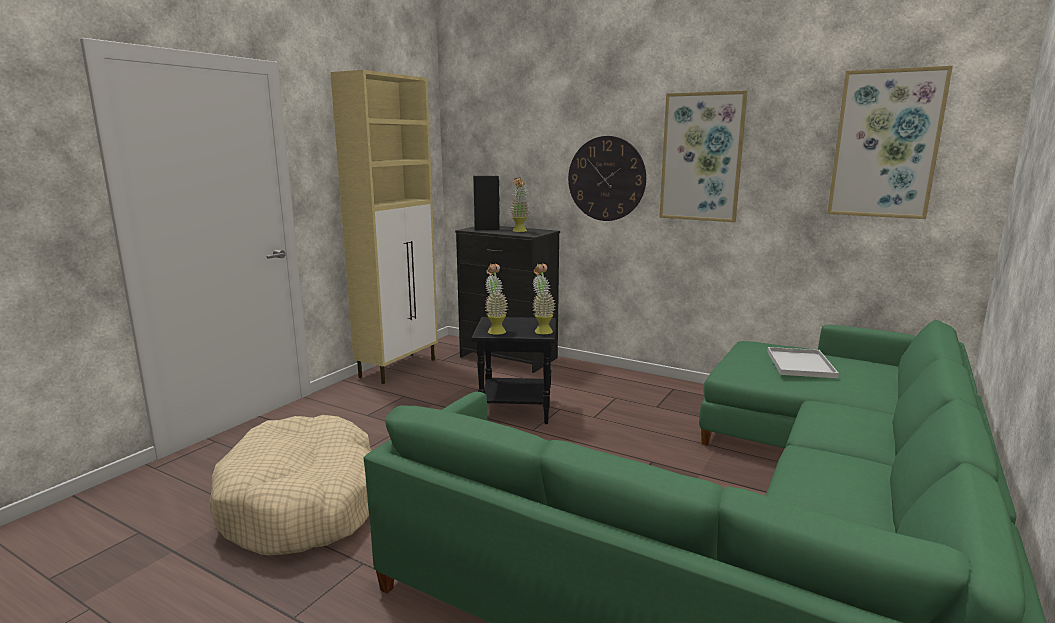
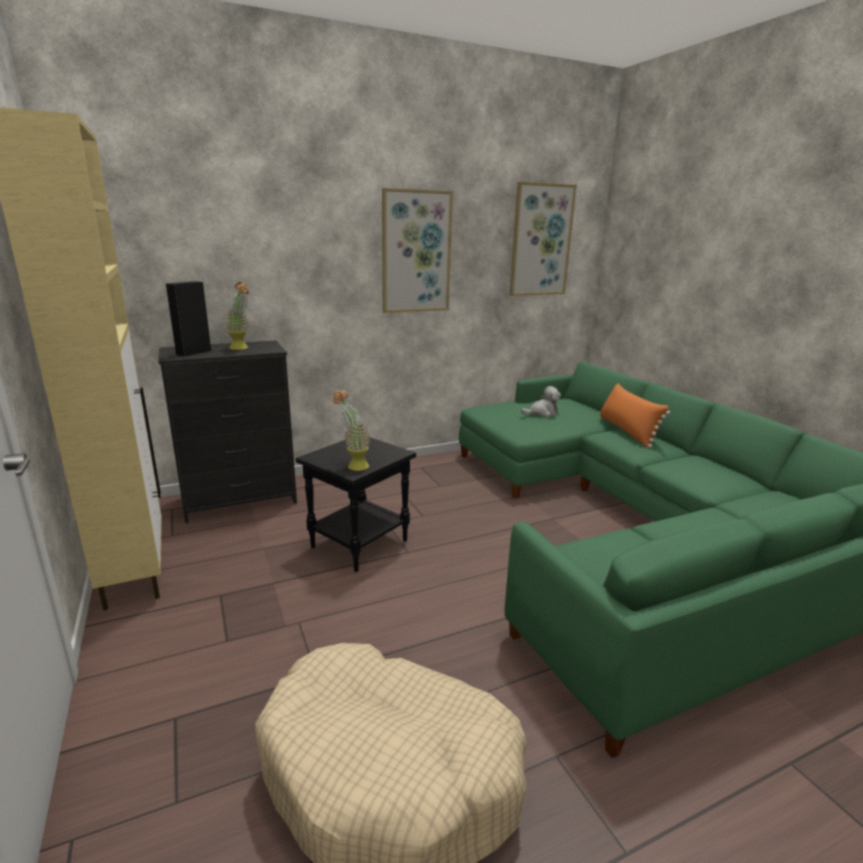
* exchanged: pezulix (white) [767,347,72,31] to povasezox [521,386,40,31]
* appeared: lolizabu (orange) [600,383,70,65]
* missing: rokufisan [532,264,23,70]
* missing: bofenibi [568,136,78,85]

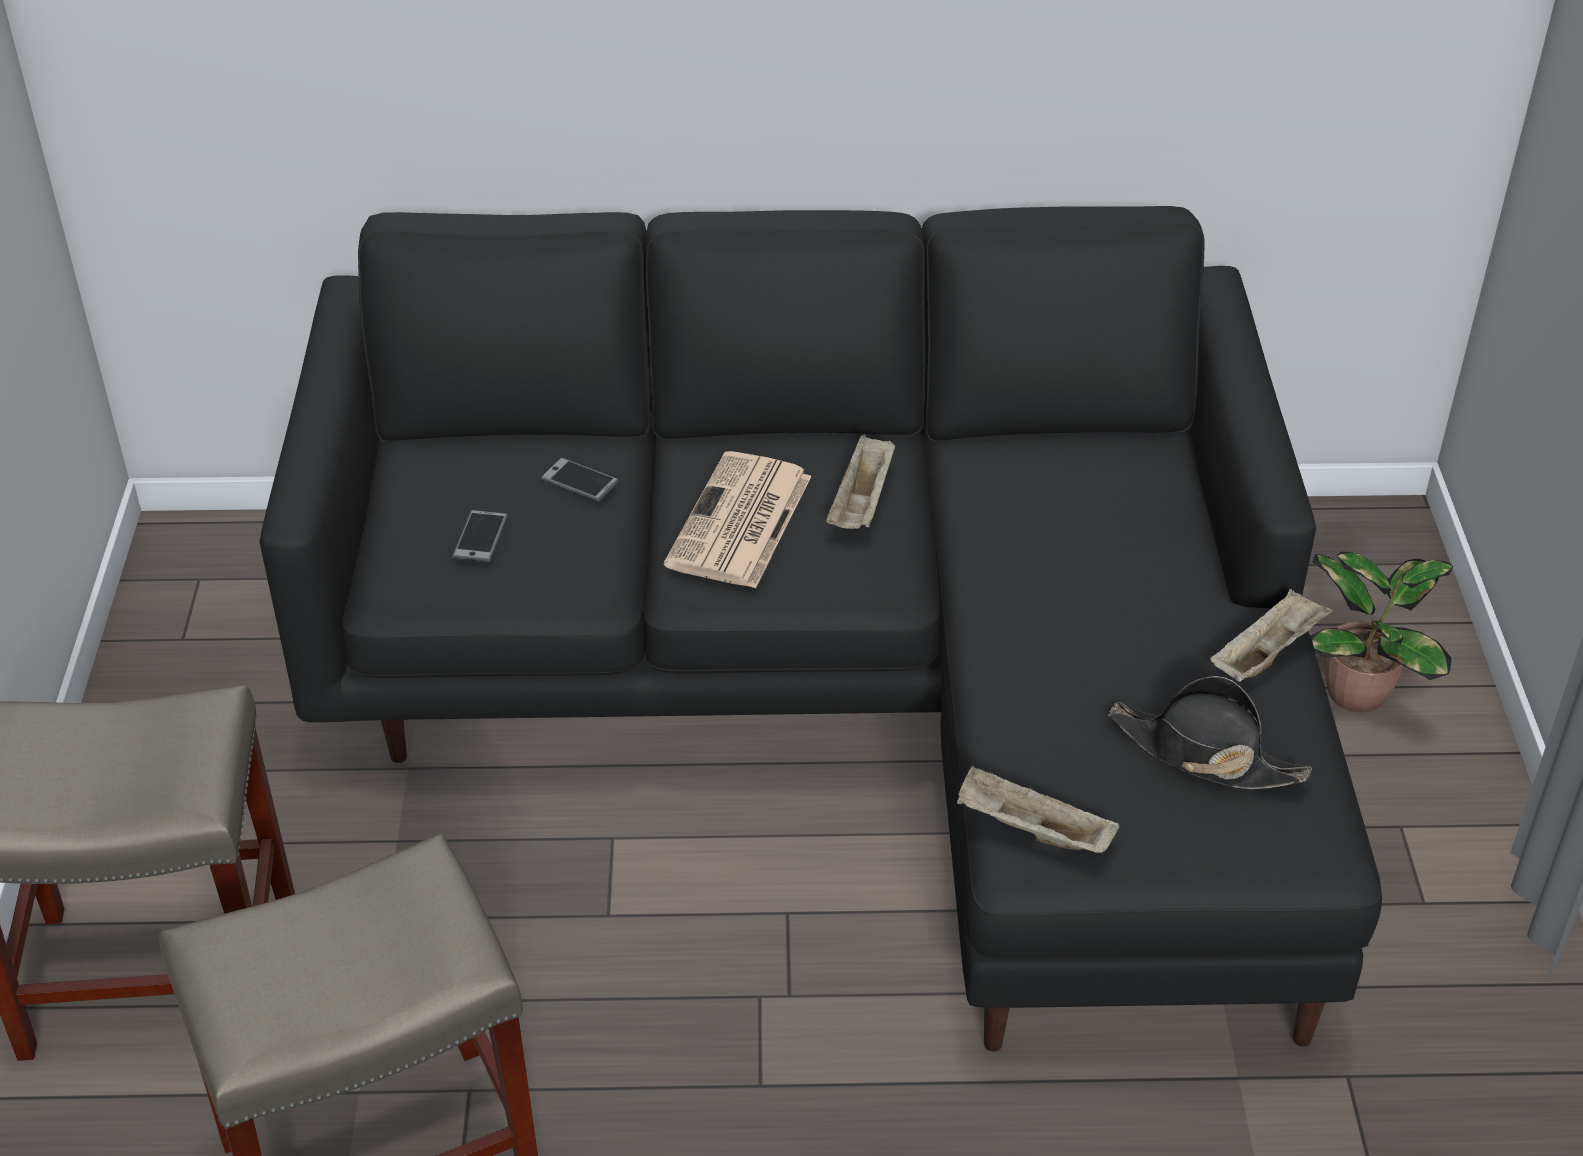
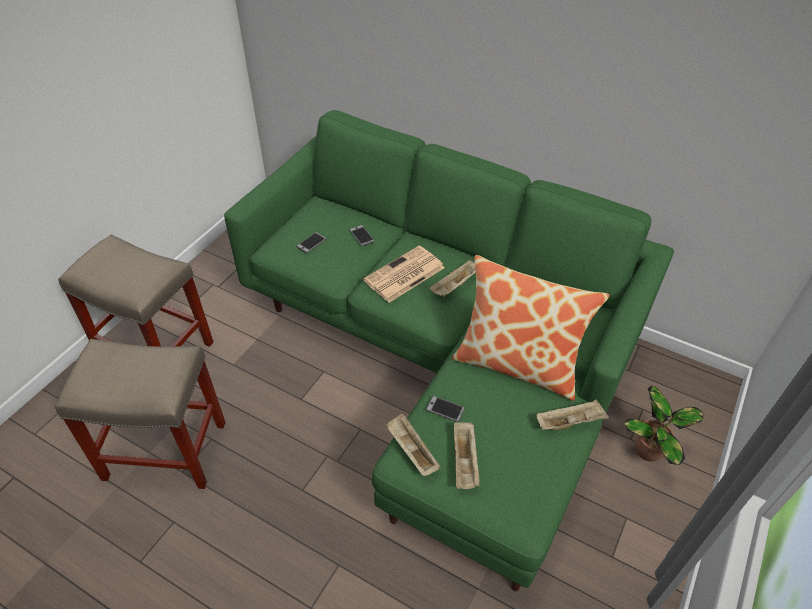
* colour: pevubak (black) [259,206,1123,845] to pevubak (green) [224,110,450,481]
* appeared: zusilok [426,396,39,26]
* appeared: lolizabu [452,255,158,146]
* appeared: pezulix (beige) [454,421,26,68]
* missing: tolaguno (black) [1108,676,204,113]

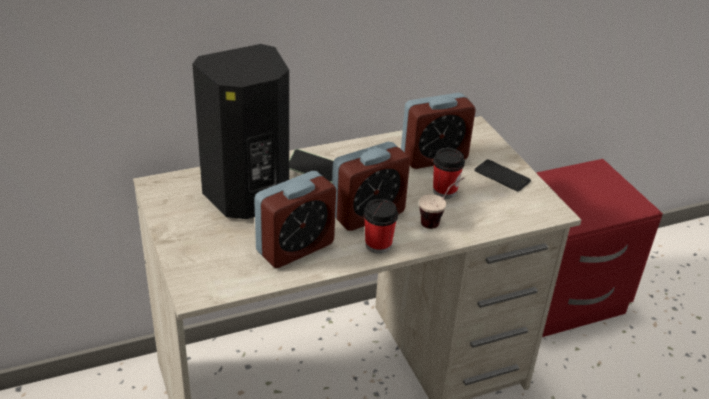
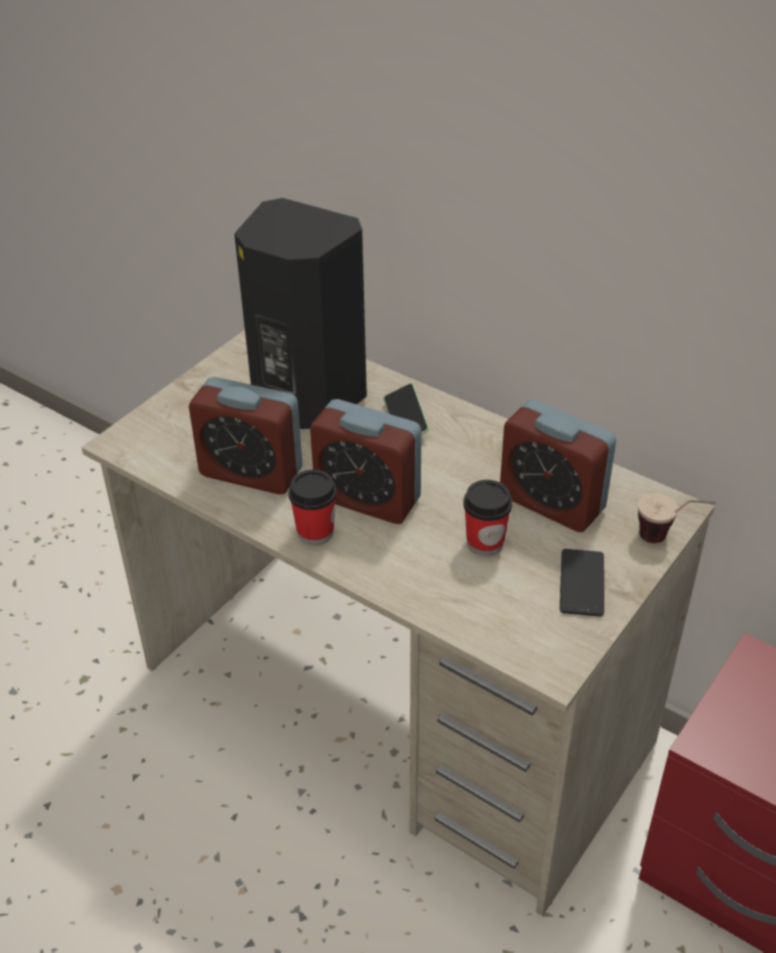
* relocated: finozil [419,177,45,52] to [638,493,78,50]

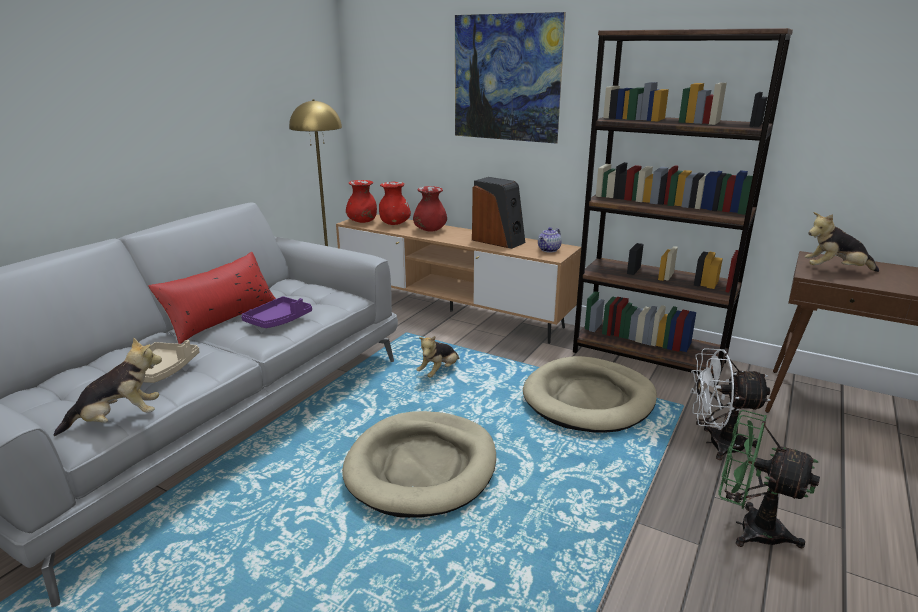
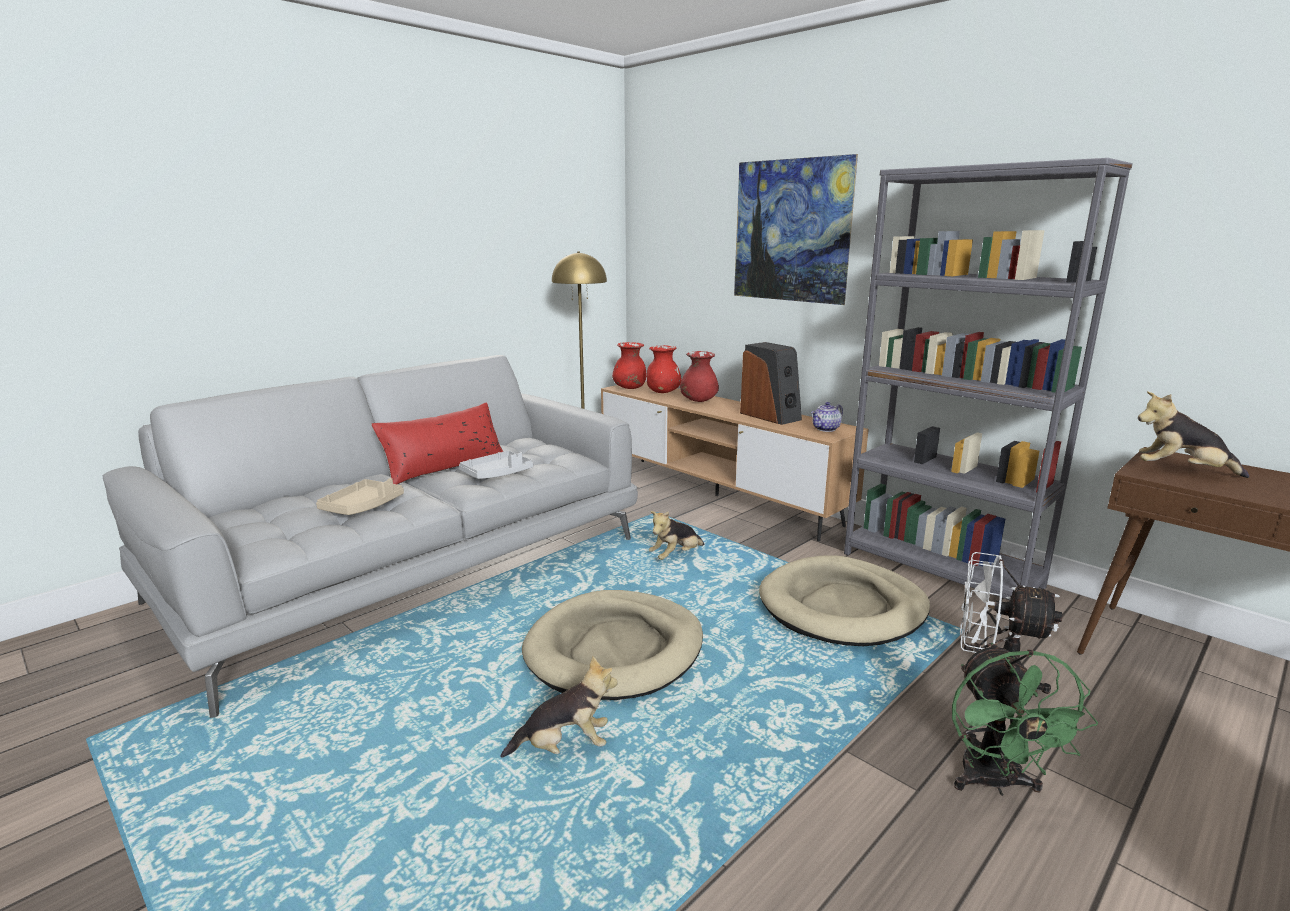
* colour: pezulix (purple) [241,296,71,32] to pezulix (grey) [459,451,74,28]
* relocated: povasezox [53,337,109,99] to [501,655,117,103]
* colour: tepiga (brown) [573,28,220,357] to tepiga (grey) [844,158,289,442]
* spun: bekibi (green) [718,410,102,139] = [952,643,146,153] 135 degrees counterclockwise

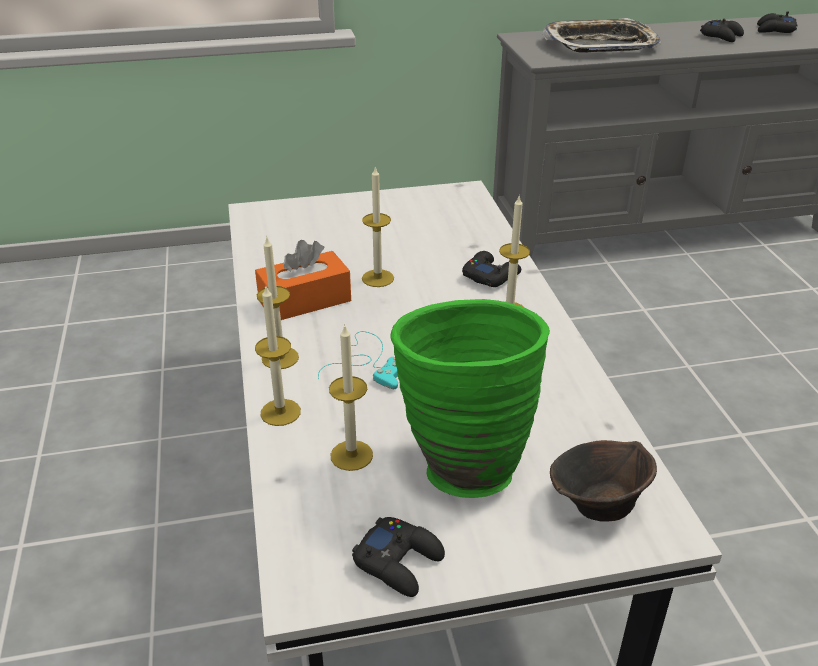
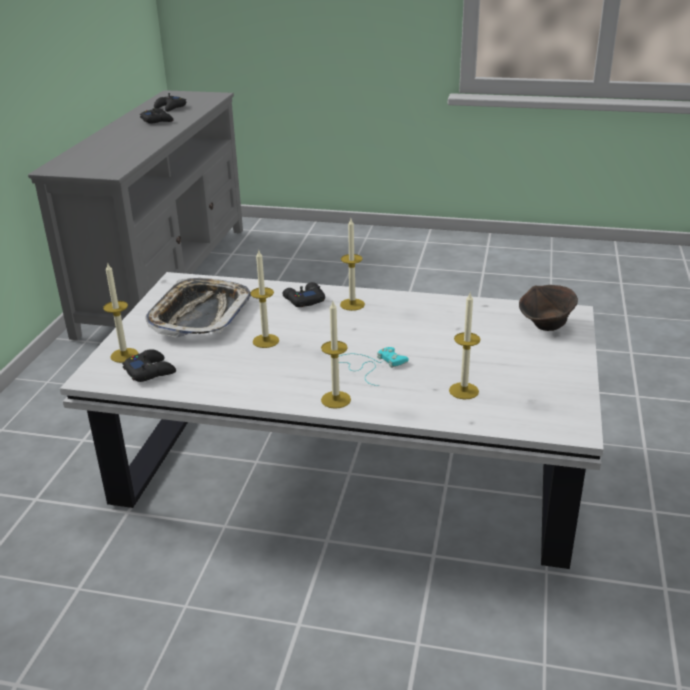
* relocated: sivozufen [255,286,46,140] to [103,263,35,100]
* relocated: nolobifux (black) [352,517,93,80] to [122,349,54,33]
* relocated: pezulix [542,18,120,35] to [145,278,106,60]
* missing: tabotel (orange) [255,240,96,80]
* missing: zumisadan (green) [390,299,160,199]

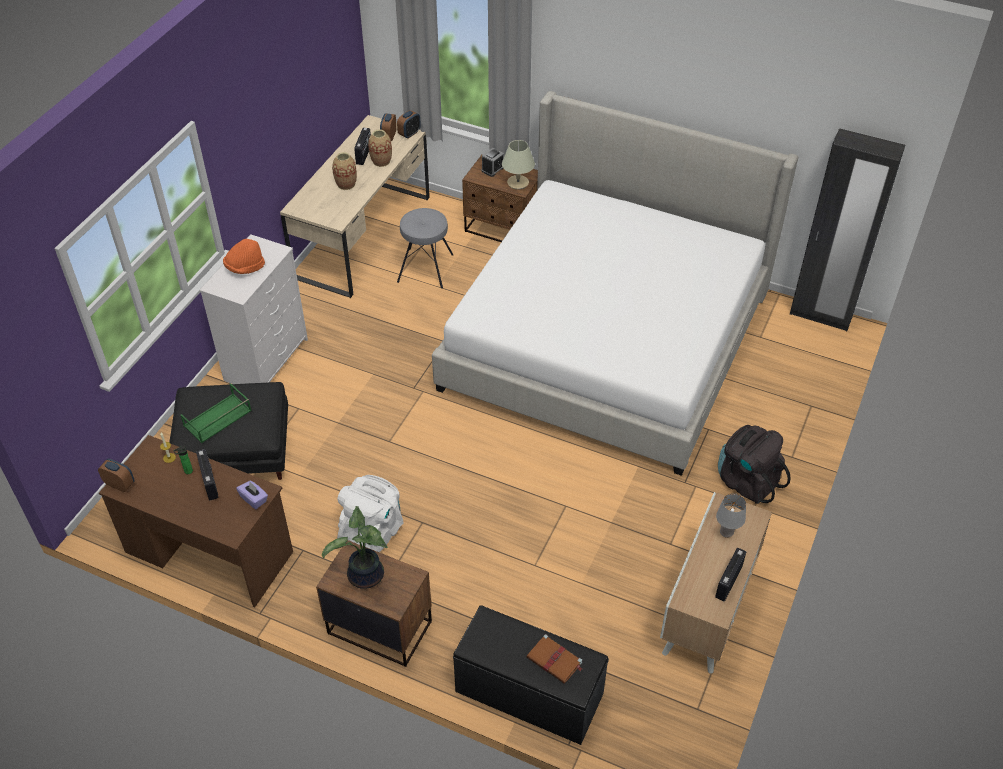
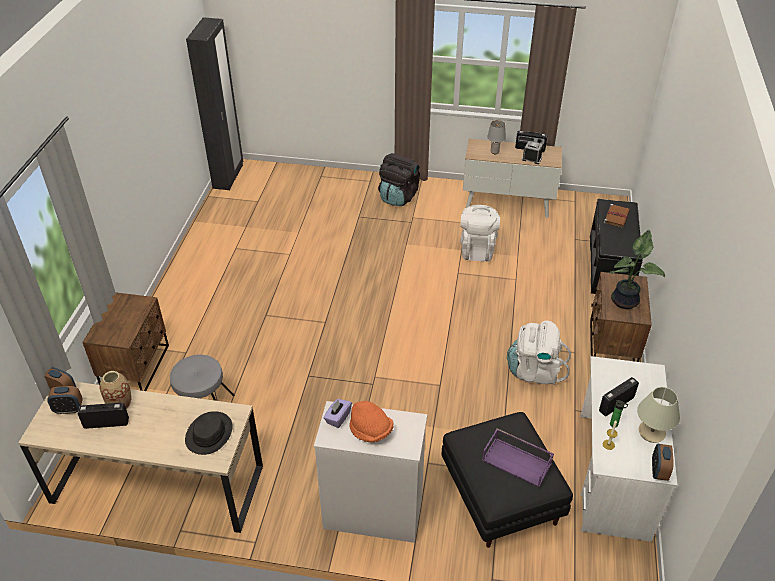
* appeared: tolaguno (black) [185,411,48,44]
* relocated: tabotel (purple) [236,481,32,28] to [323,399,29,29]
* appeared: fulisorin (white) [460,205,40,57]
* colour: pezulix (green) [181,383,71,60] to pezulix (purple) [482,428,72,59]
* relocated: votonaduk [481,148,23,29] to [522,141,21,23]
* colour: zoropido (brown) [99,435,194,172] to zoropido (white) [580,356,98,186]
* relocated: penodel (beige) [502,140,33,50] to [637,387,43,56]
* missing: zumisadan [332,152,25,38]
* missing: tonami [432,91,366,385]

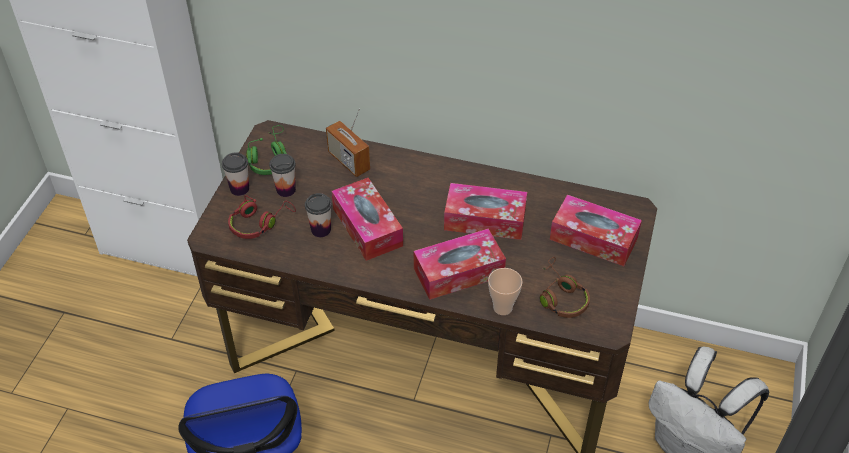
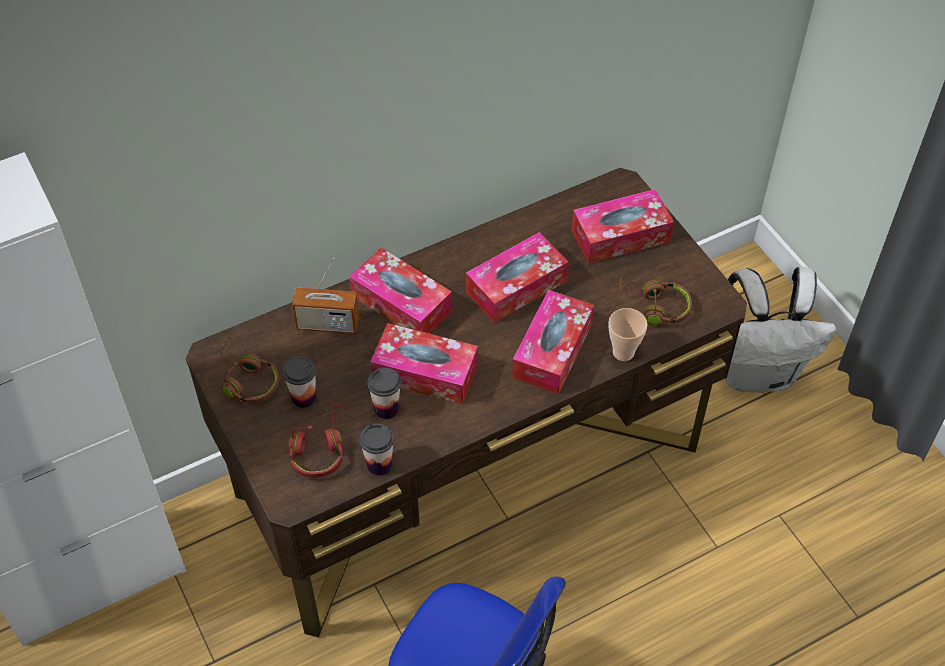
* colour: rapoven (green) [246,125,41,50] to rapoven (brown) [218,337,61,67]
* appeared: tabotel [349,248,103,86]
* relocated: finozil [222,152,27,44] to [359,424,35,51]

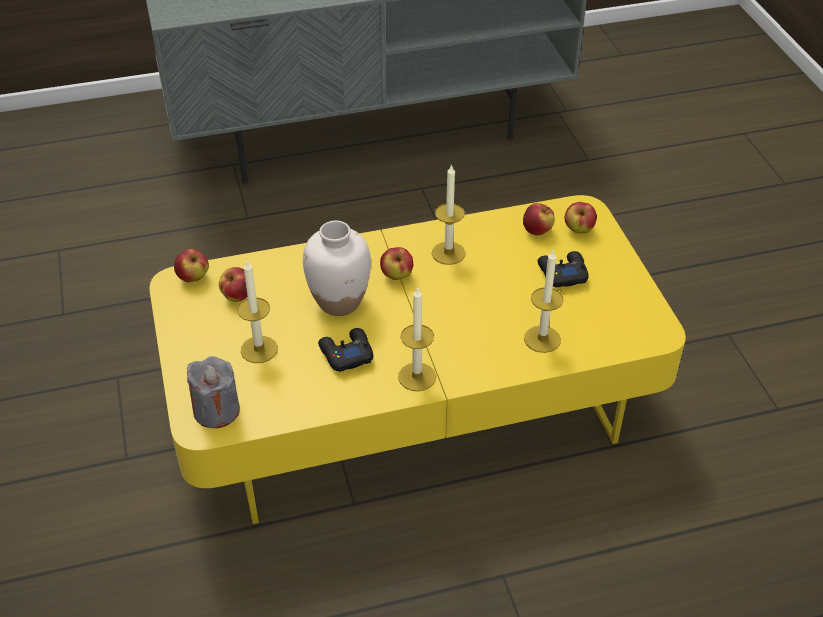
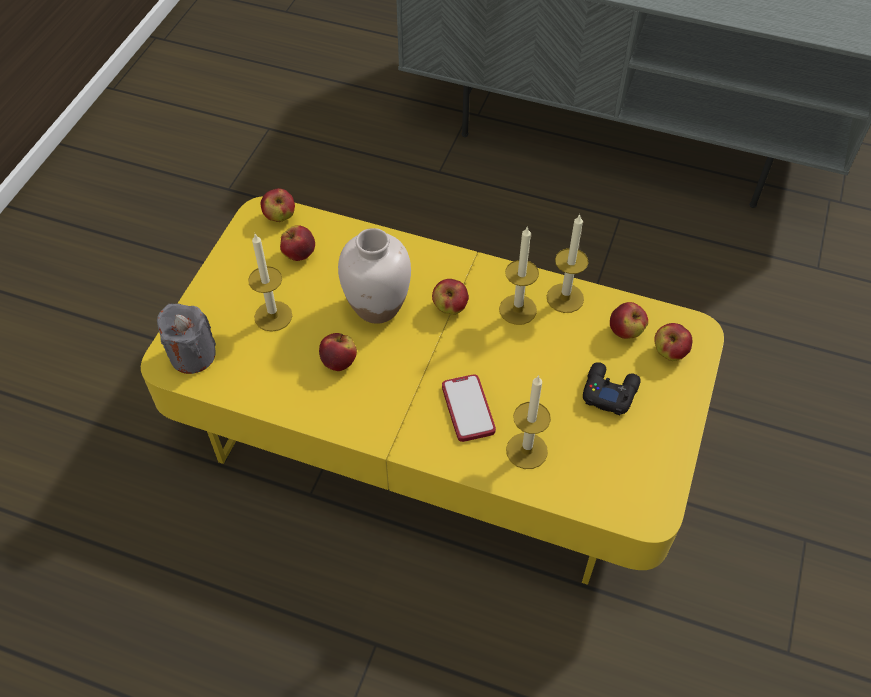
* exchanged: nolobifux (black) [318,328,55,44] to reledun [319,333,38,38]
* appeared: zusilok [442,374,54,68]
* relocated: sivozufen [398,287,38,104] to [547,214,42,99]

